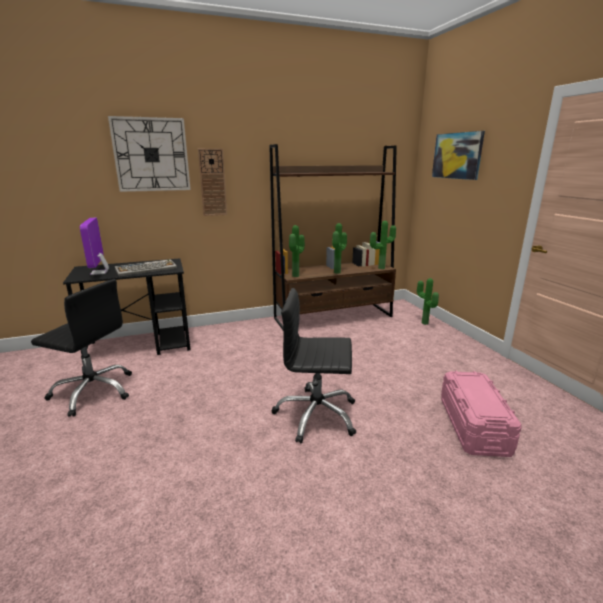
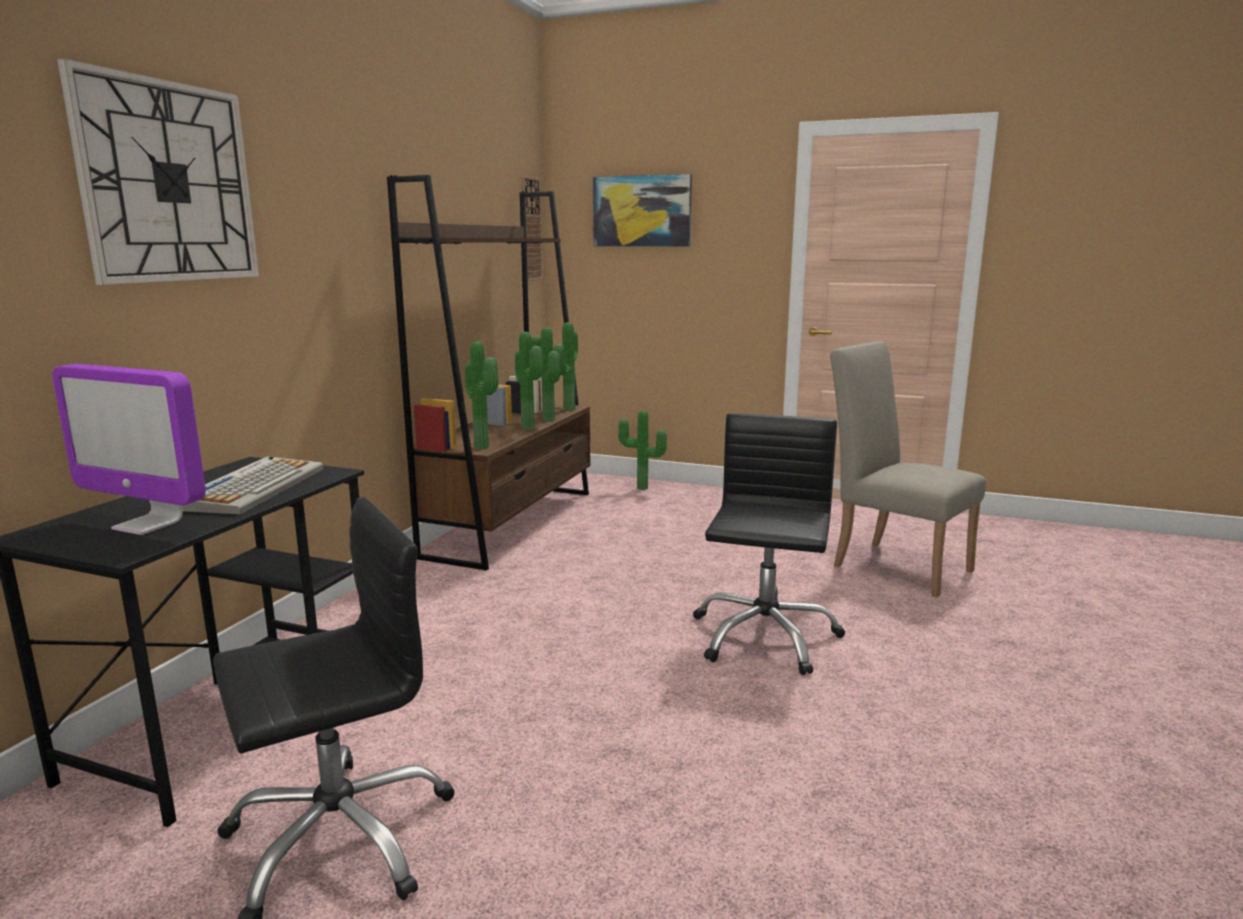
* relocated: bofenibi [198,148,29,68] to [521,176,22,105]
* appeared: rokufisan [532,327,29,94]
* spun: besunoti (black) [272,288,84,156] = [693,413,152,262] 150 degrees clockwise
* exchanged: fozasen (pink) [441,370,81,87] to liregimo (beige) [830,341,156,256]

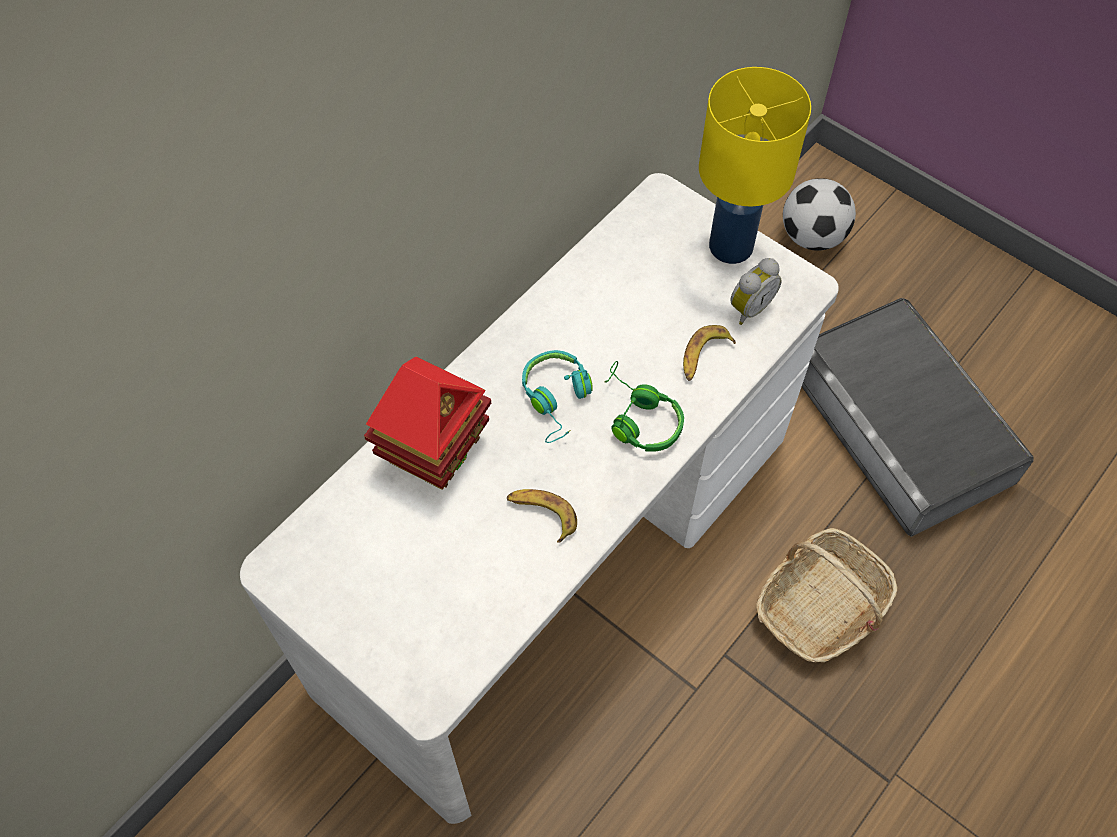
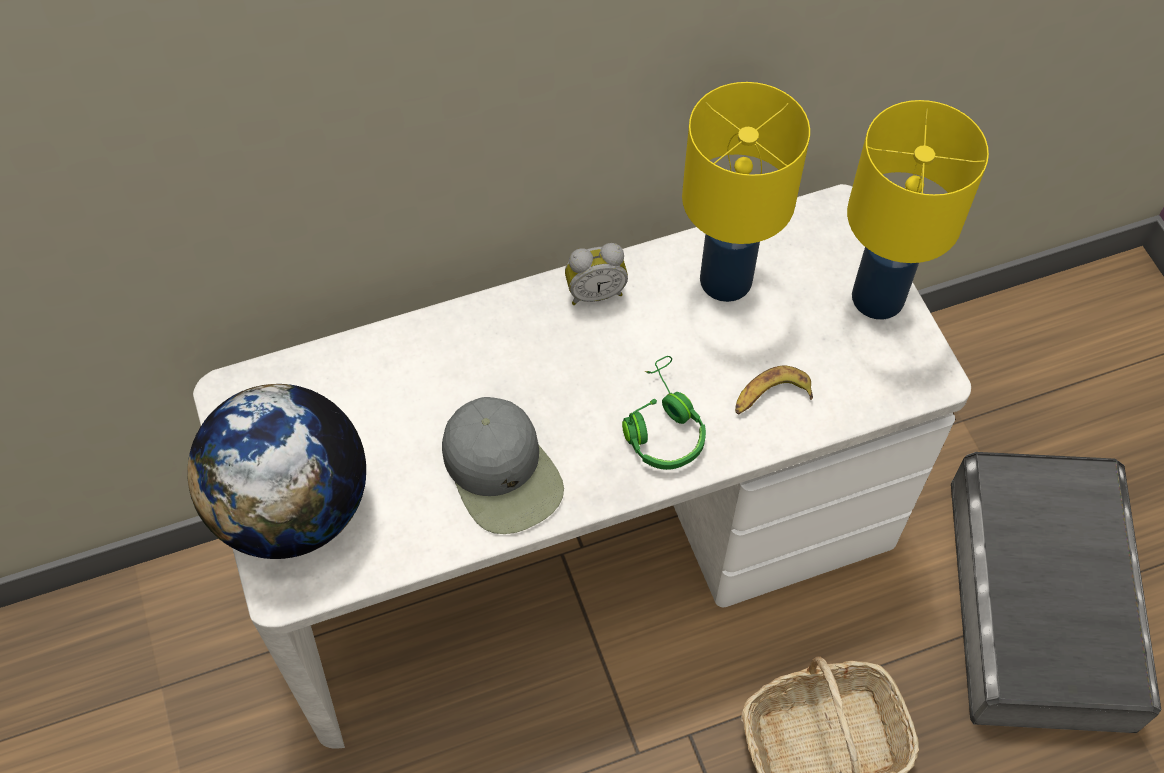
* appeared: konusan [187,384,179,175]
* exchanged: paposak [507,489,70,54] to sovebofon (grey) [442,397,122,137]
* relocated: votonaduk [730,258,52,67] to [565,243,63,62]
* appeared: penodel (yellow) [682,82,128,220]
* missing: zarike [364,356,127,134]
* missing: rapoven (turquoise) [522,350,71,93]
* missing: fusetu [783,178,73,73]

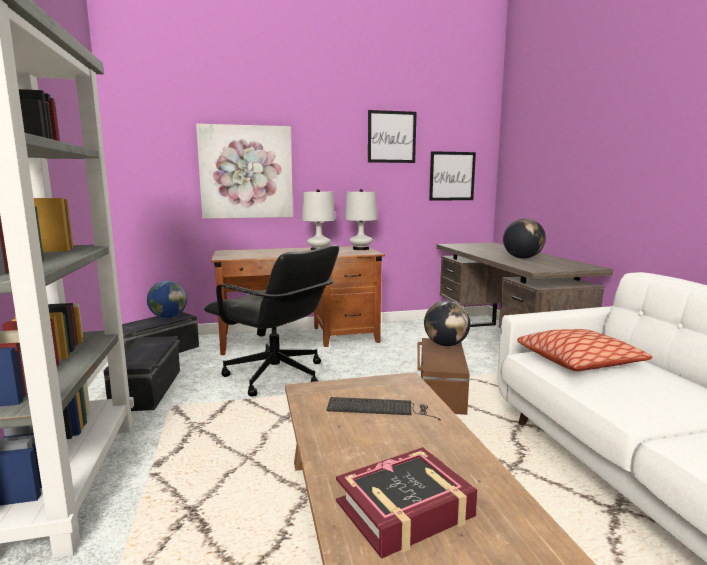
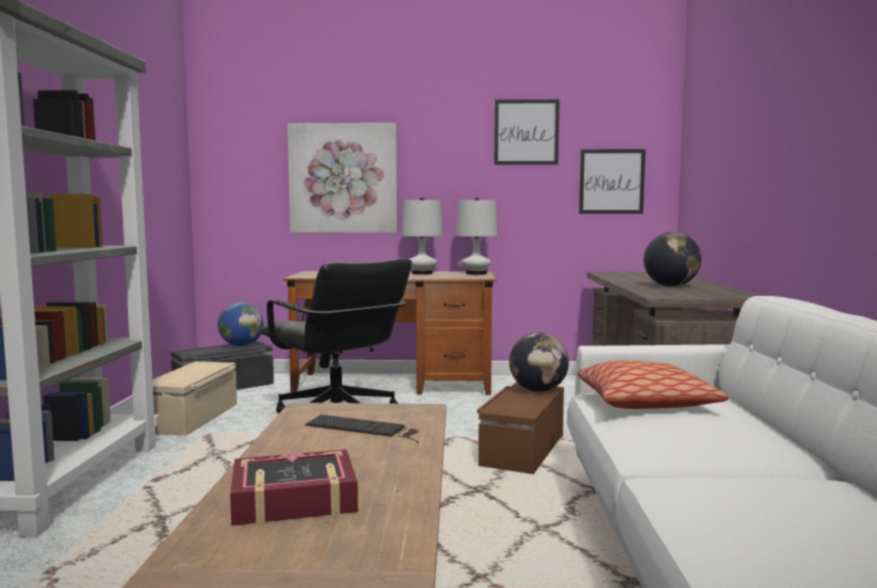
* colour: fozasen (black) [104,336,76,75] to fozasen (beige) [152,361,85,75]

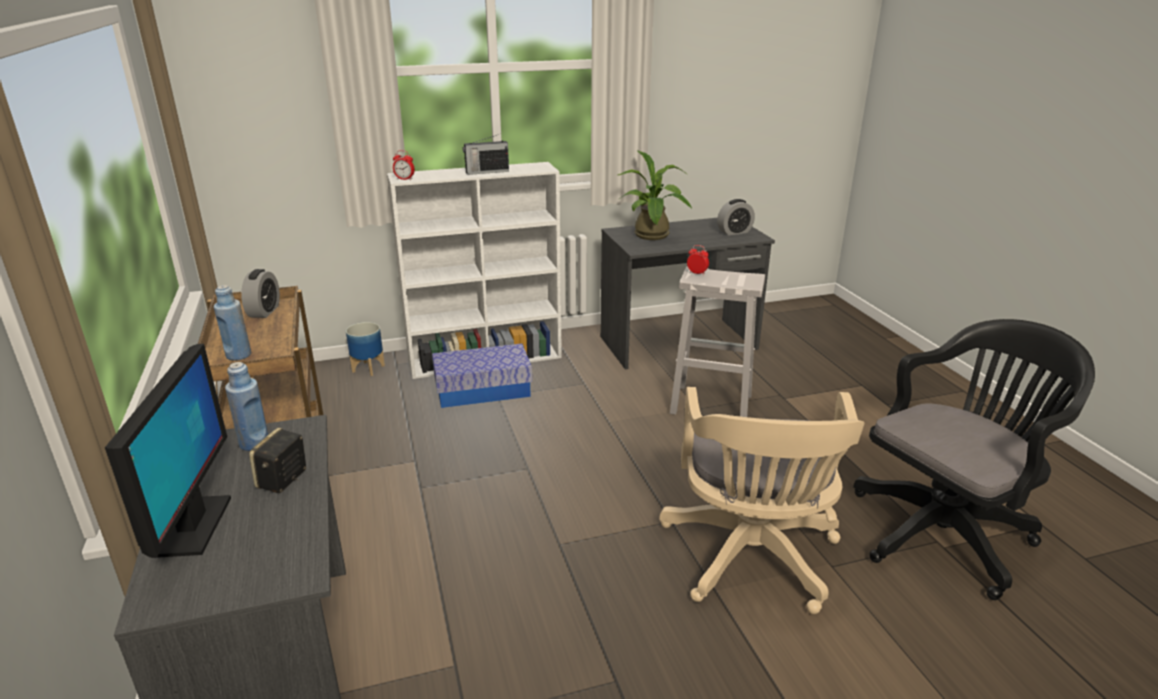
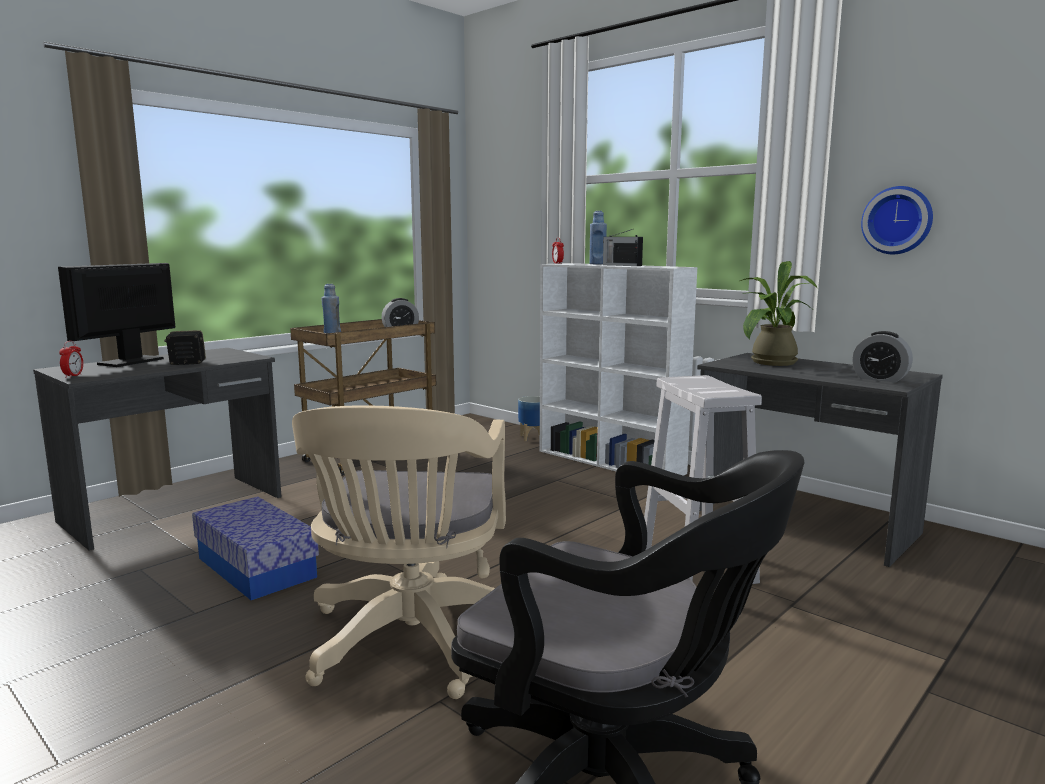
* spun: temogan [105,344,126,214] = [58,263,117,104] 150 degrees clockwise
* relocated: votonaduk [687,245,22,30] to [59,341,24,37]
* relocated: fozasen [432,344,100,64] to [192,497,127,103]
* spun: besunoti (beige) [659,387,205,227] = [292,405,214,294] 60 degrees counterclockwise
* relocated: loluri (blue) [225,362,43,89] to [589,211,18,53]
* appeared: bofenibi [861,186,72,68]

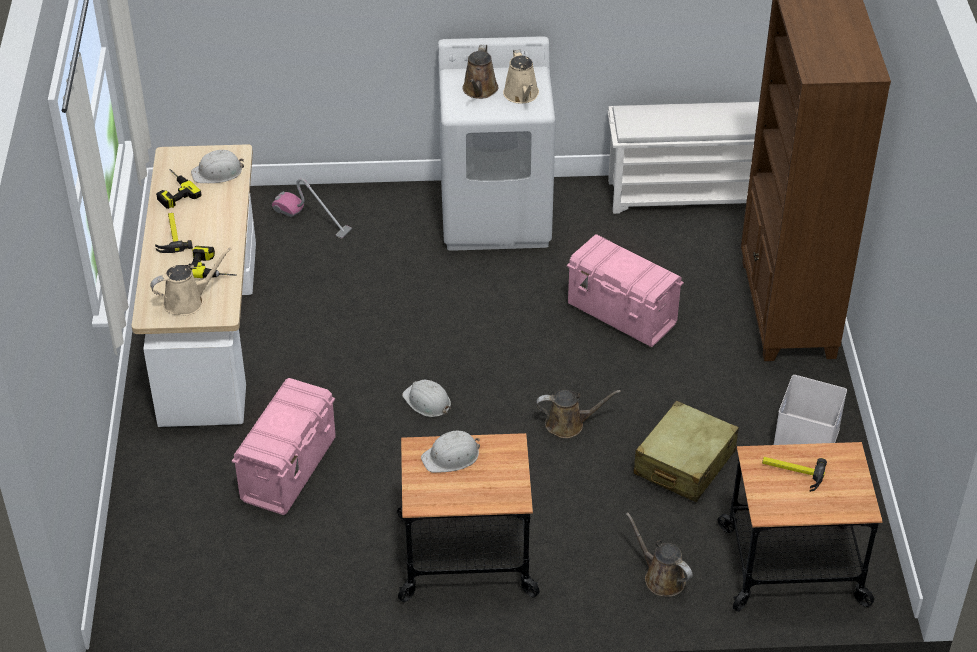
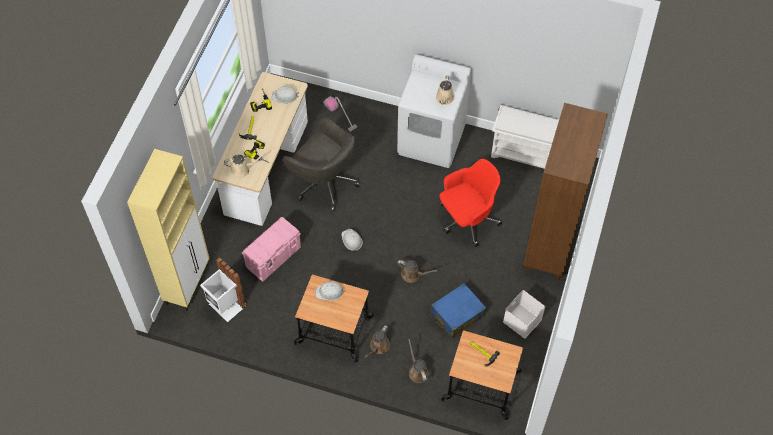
* appeared: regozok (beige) [127,149,83,162]
* appeared: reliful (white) [200,257,46,65]
* appeared: besunoti (grey) [283,117,77,94]
* relocated: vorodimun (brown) [463,45,35,54] to [365,325,25,32]
* colour: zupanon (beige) [634,401,105,101] to zupanon (blue) [430,283,56,55]
* exchanged: fozasen (pink) [567,234,117,113] to besunoti (red) [439,159,63,88]

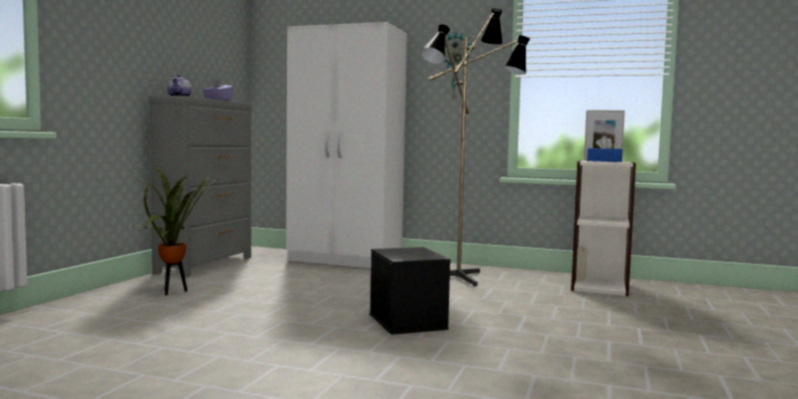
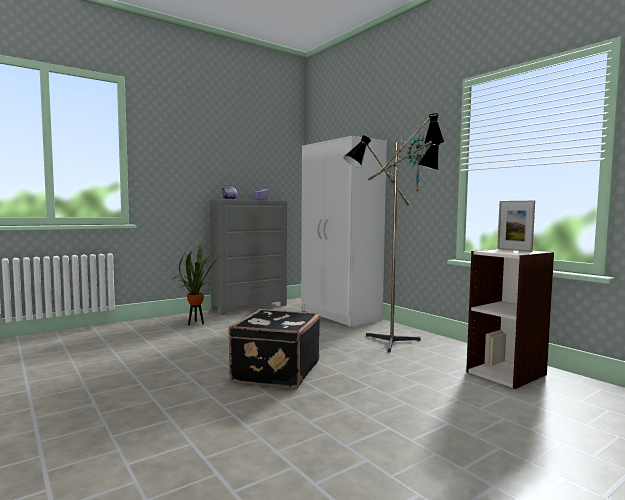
* exchanged: fozasen (black) [370,247,81,88] to zupanon (black) [228,309,92,79]
* missing: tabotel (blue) [587,136,36,26]

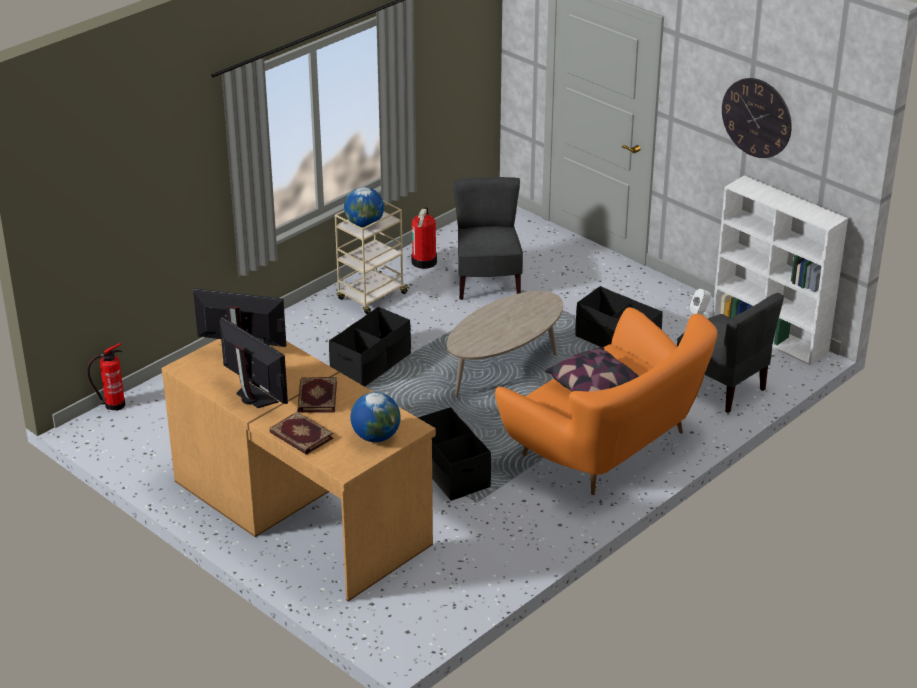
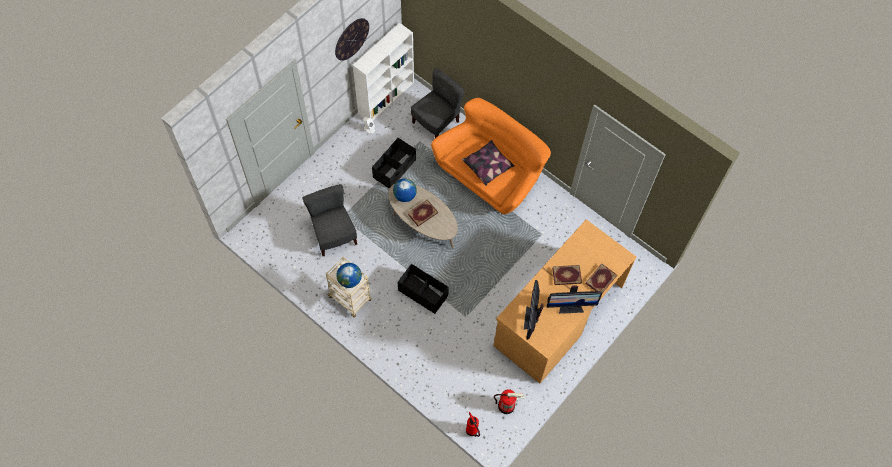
* spun: liregimo (grey) [452,177,71,123] = [302,184,55,72] 75 degrees clockwise
* relocated: konusan [350,392,51,50] to [393,179,24,23]
* appeared: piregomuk [408,200,30,26]
* relocated: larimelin [411,207,26,62] to [493,389,32,25]
* spun: temogan [220,317,68,91] = [546,285,56,29] 135 degrees counterclockwise
* missing: fozasen (black) [418,407,73,94]

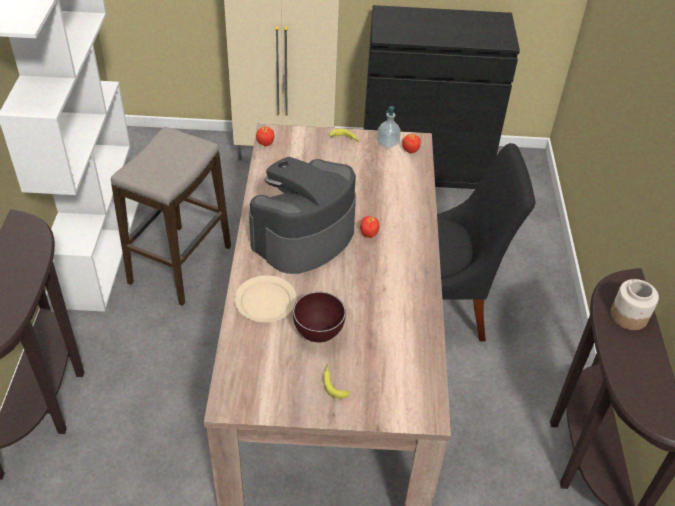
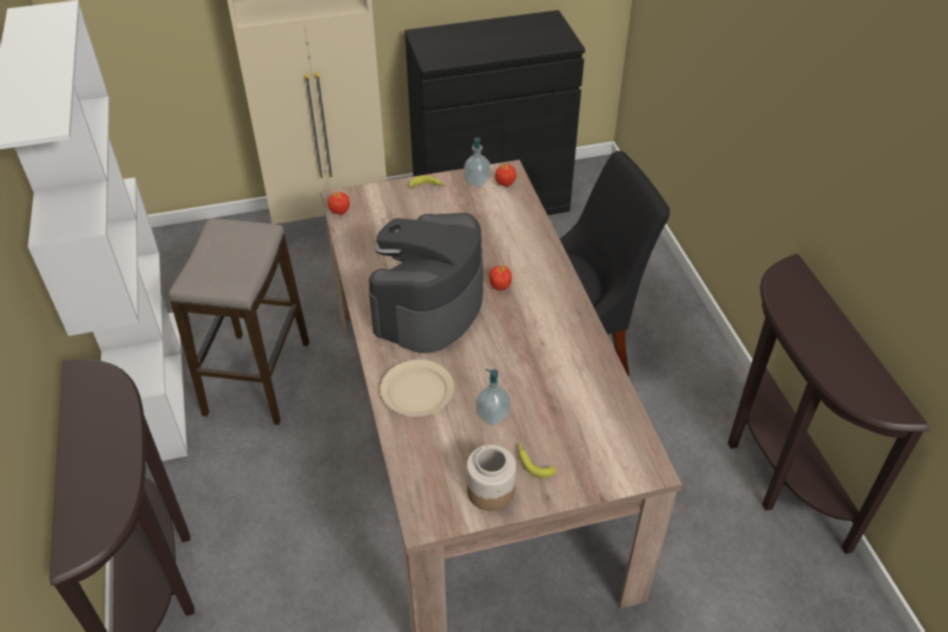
* relocated: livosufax [610,279,49,51] to [466,445,50,66]
* exchanged: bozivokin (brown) [293,292,53,50] to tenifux [476,369,35,57]

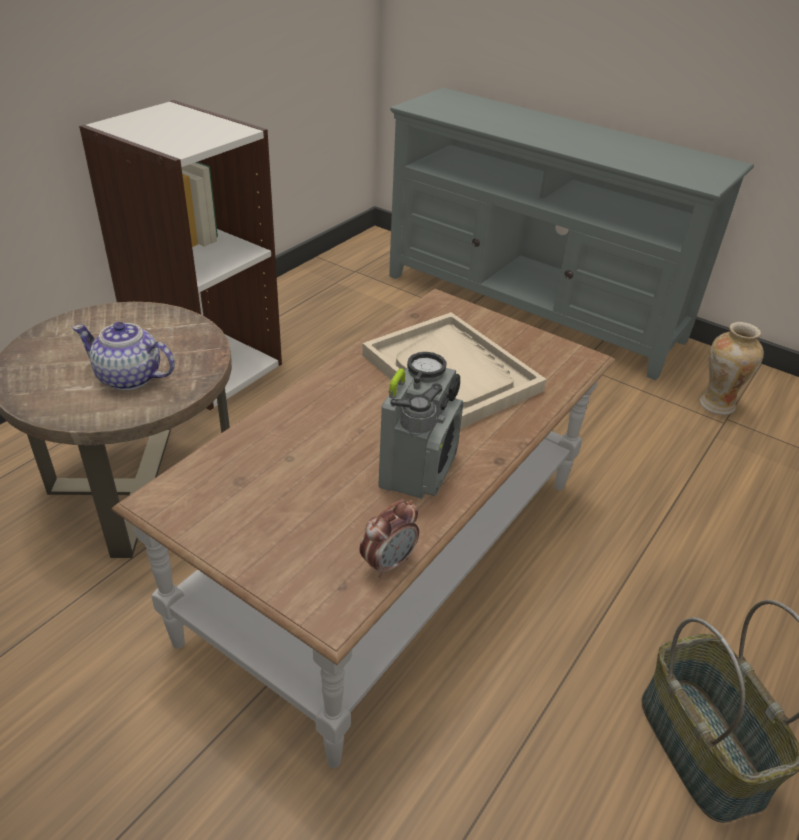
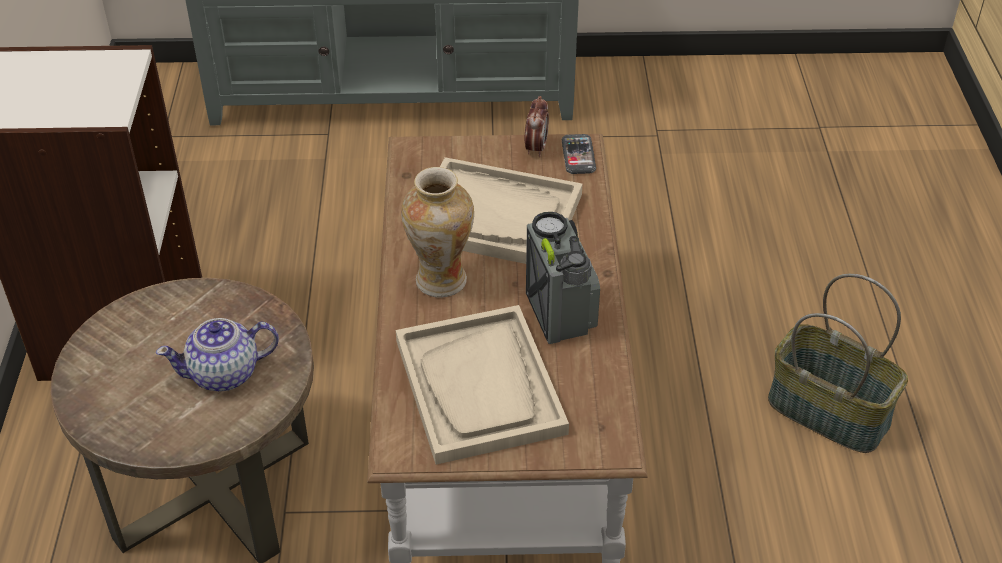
* appeared: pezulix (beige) [396,305,173,160]
* relocated: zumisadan [699,322,65,93] to [401,167,73,131]
* relocated: votonaduk [359,500,60,78] to [525,96,24,61]
* appeared: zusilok [562,134,34,40]

